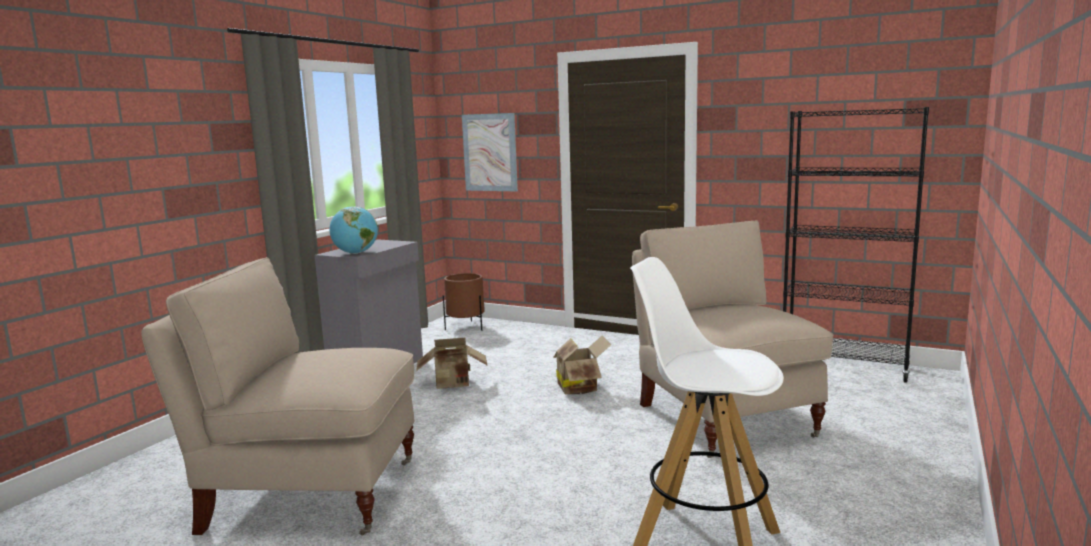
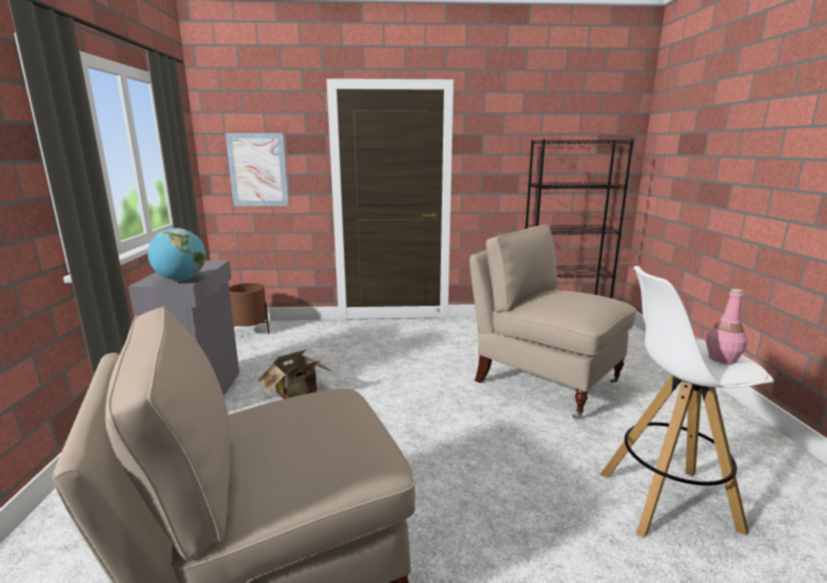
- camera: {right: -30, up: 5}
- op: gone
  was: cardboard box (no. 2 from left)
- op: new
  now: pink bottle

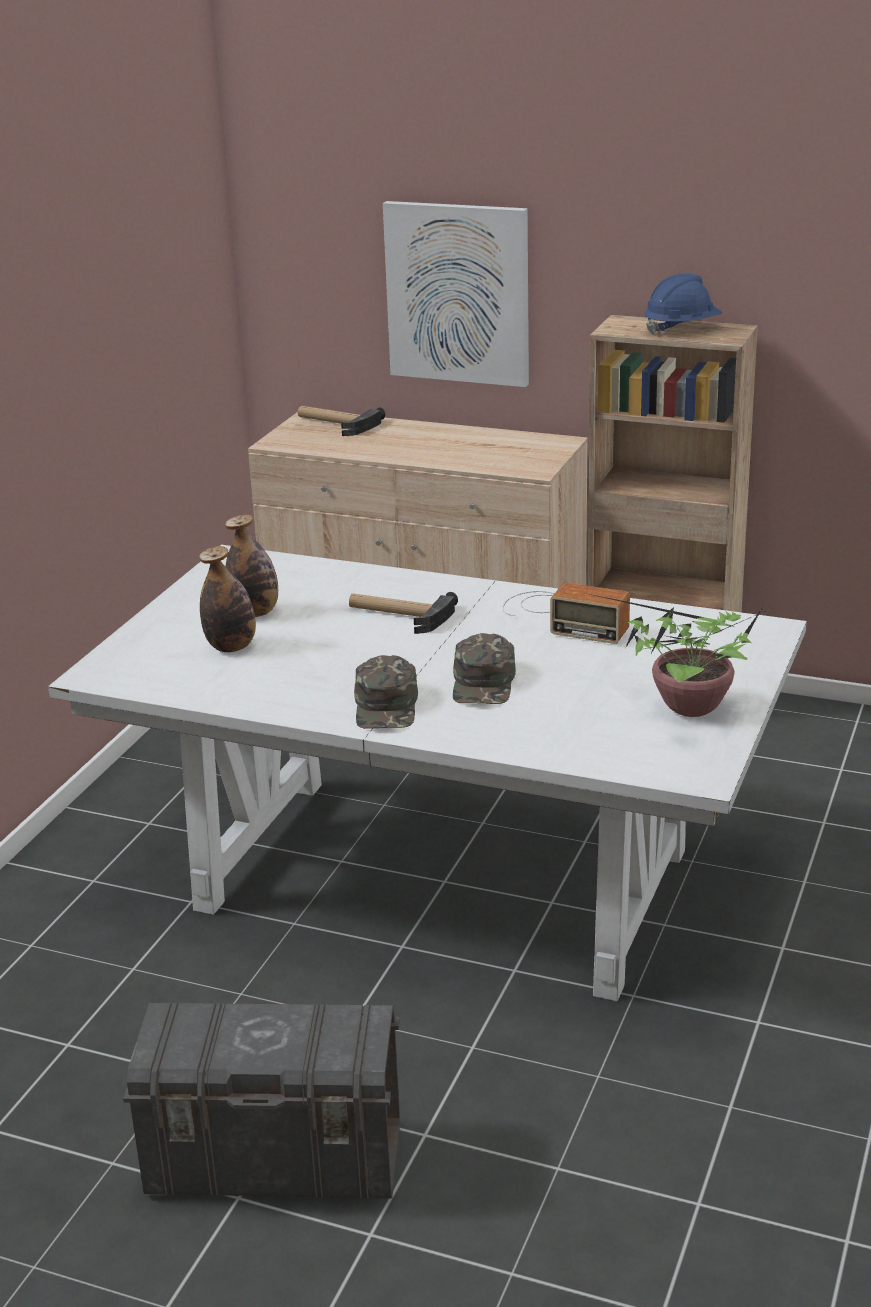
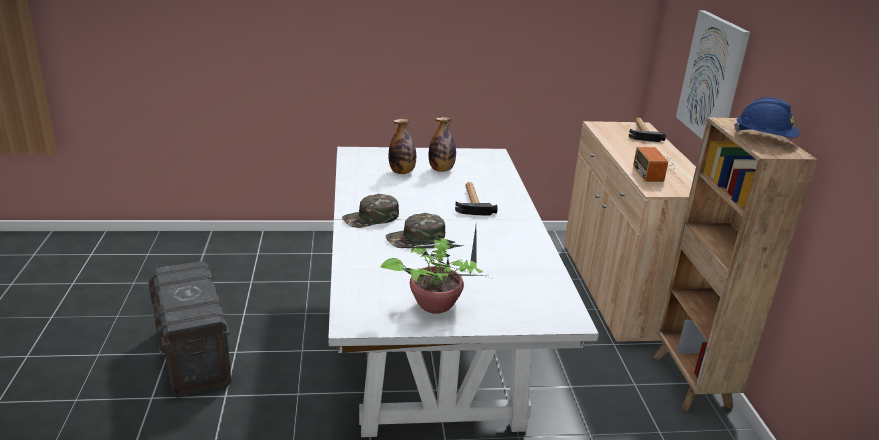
- camera: {right: 60, up: 0}
- op: shifted
  was: radio

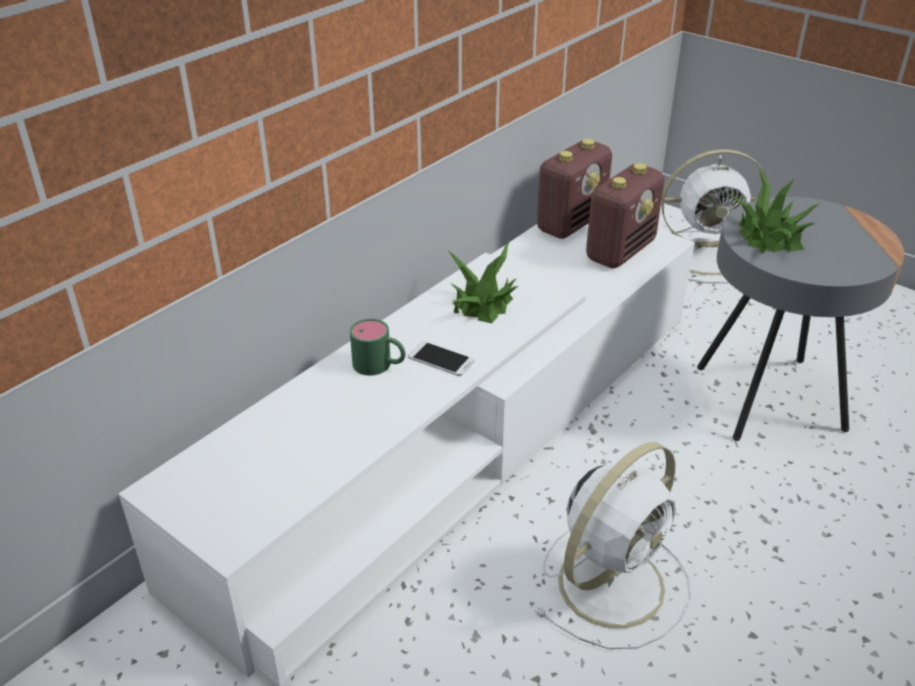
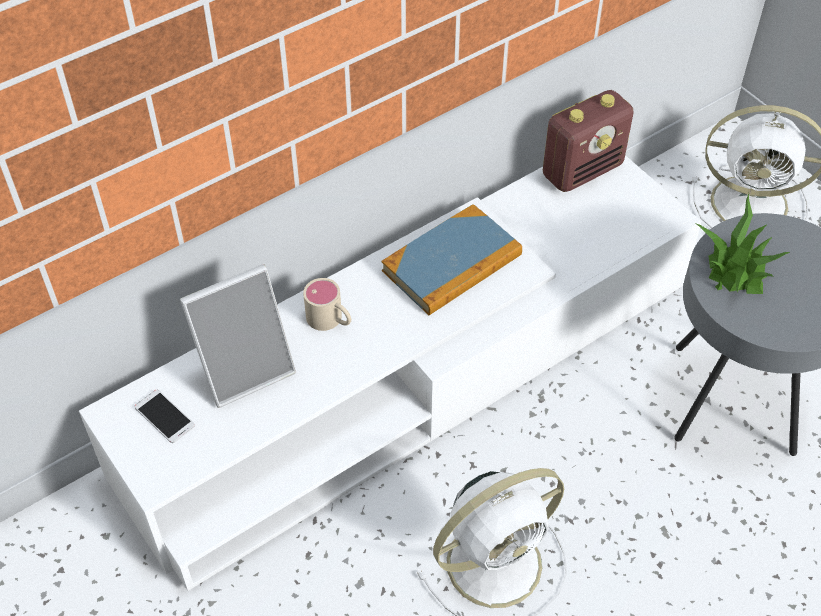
- camera: {right: 15, up: 15}
- op: gone
  was: radio (no. 2 from left)
- op: new
  now: picture frame
- op: shifted
  was: phone
- op: swapped
  was: potted plant (no. 1 from left)
  now: book
- op: repainted
  was: green mug
  now: beige mug

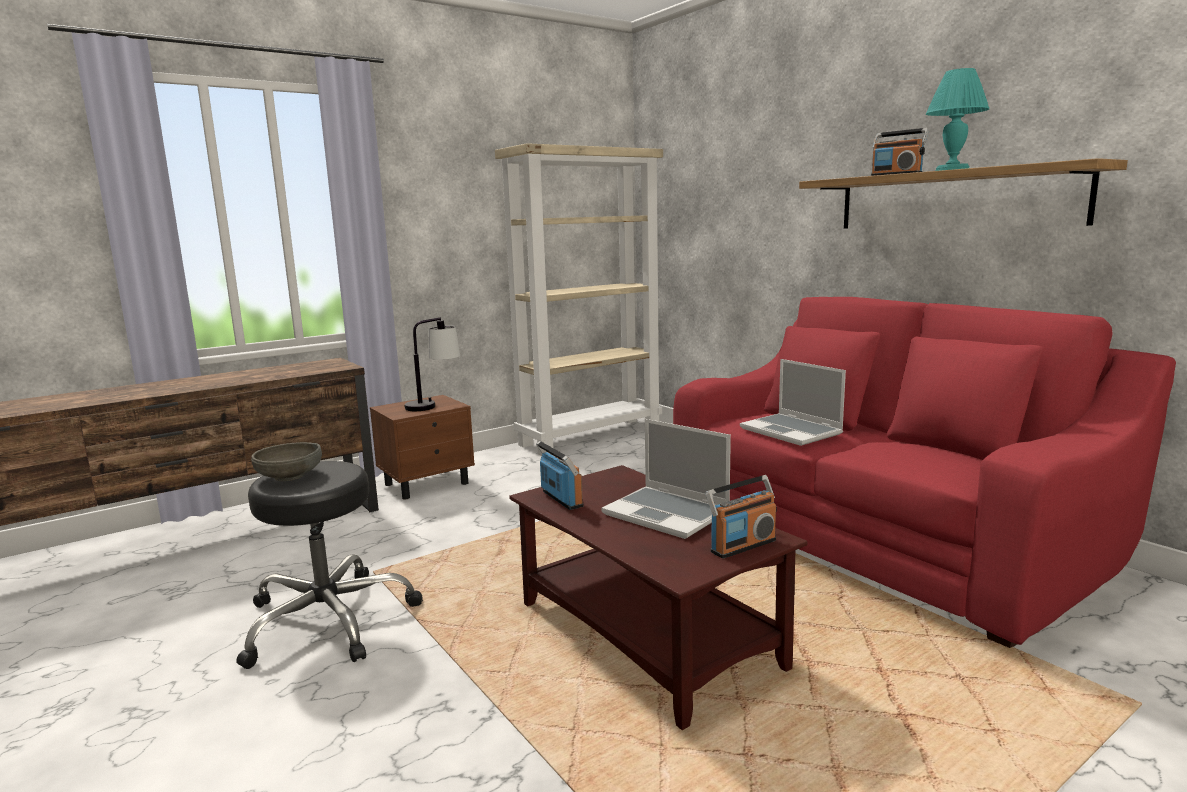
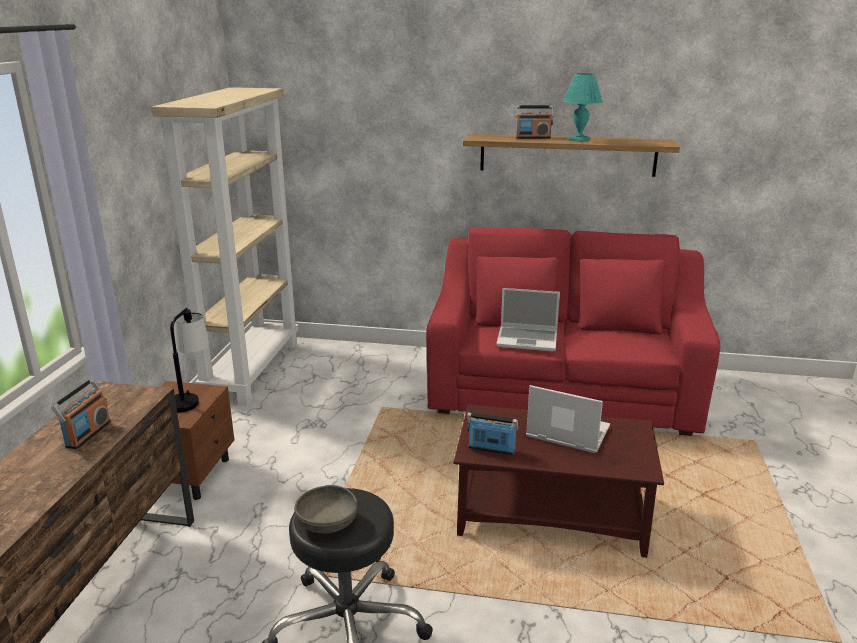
- camera: {right: -45, up: 10}
- op: shifted
  was: radio (no. 2 from left in the first image)
  now: radio (no. 1 from left)
- op: rotated
  was: laptop (no. 1 from left in the first image)
  clockwise: -150

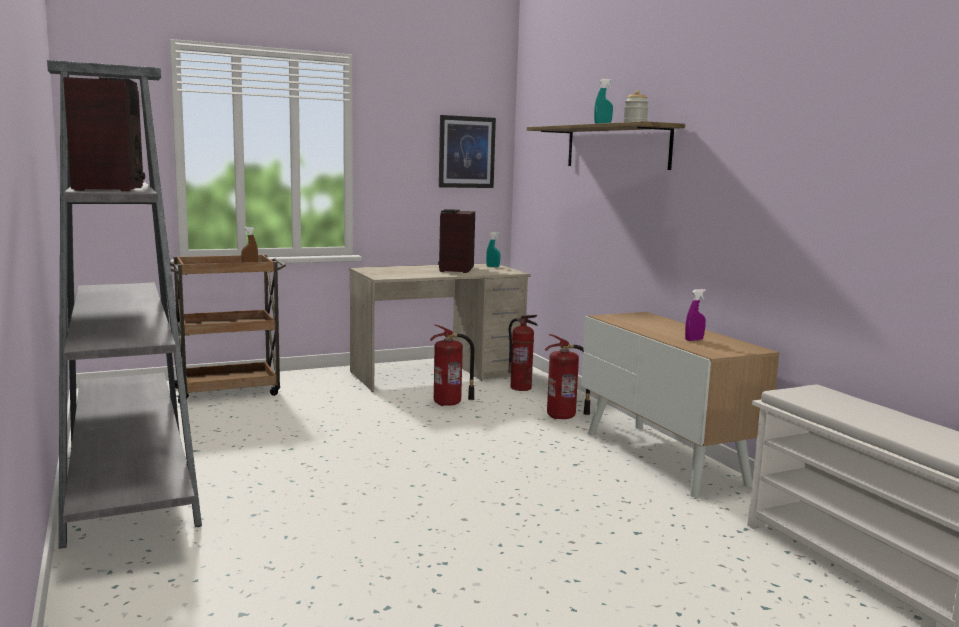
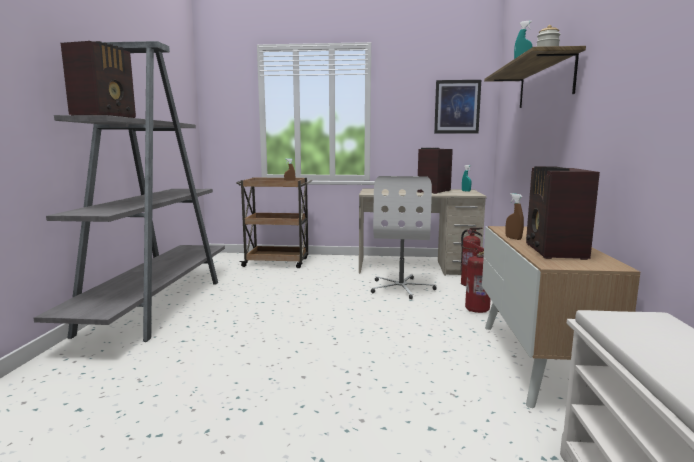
- camera: {right: 30, up: 0}
- op: new
  now: brown spray bottle (no. 2 from left)
- op: swapped
  was: fire extinguisher (no. 1 from left)
  now: white office chair
- op: swapped
  was: purple spray bottle
  now: radio (no. 3 from left)

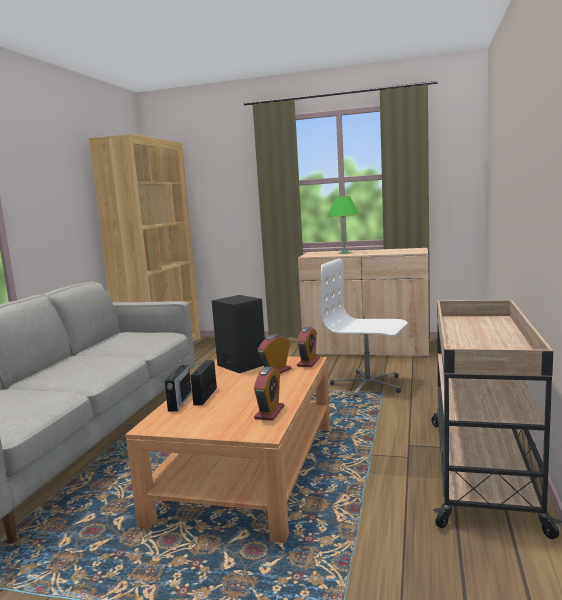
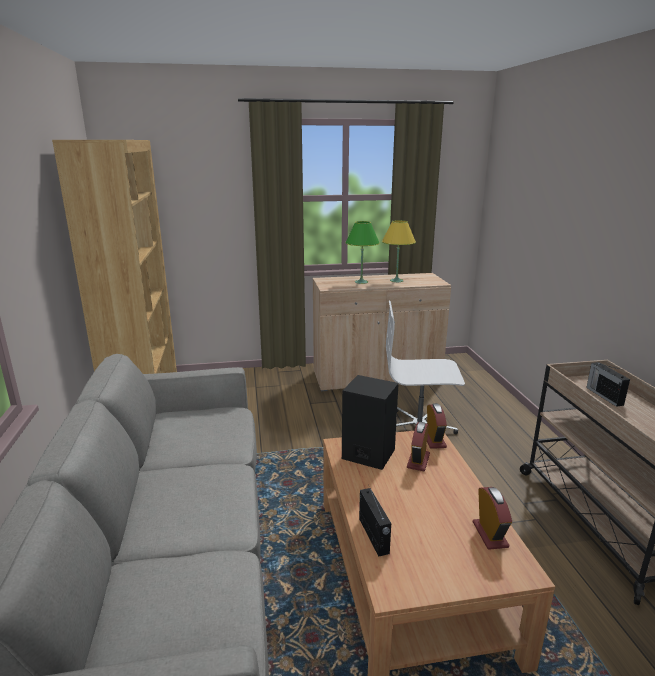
- camera: {right: -25, up: 10}
- op: new
  now: yellow table lamp
- op: shifted
  was: radio (no. 2 from left)

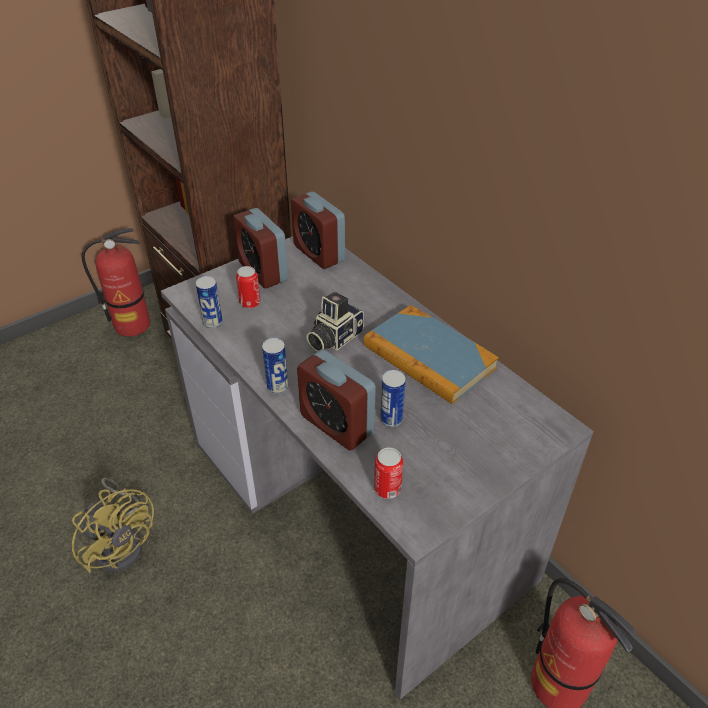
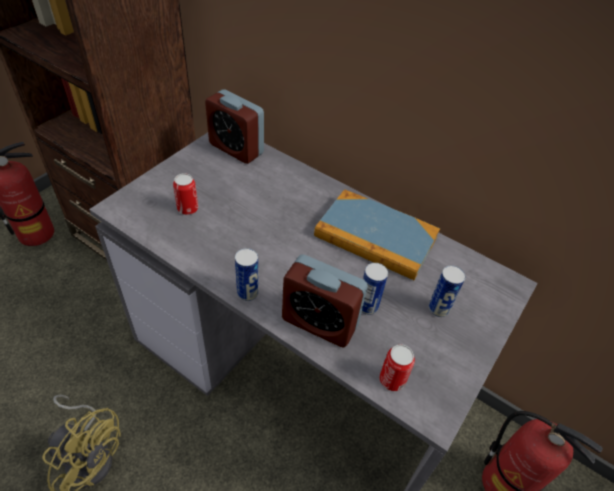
- camera: {right: -20, up: 5}
- op: gone
  was: alarm clock (no. 1 from left)
- op: gone
  was: photo camera
- op: shifted
  was: can (no. 1 from left in the first image)
  now: can (no. 5 from left)

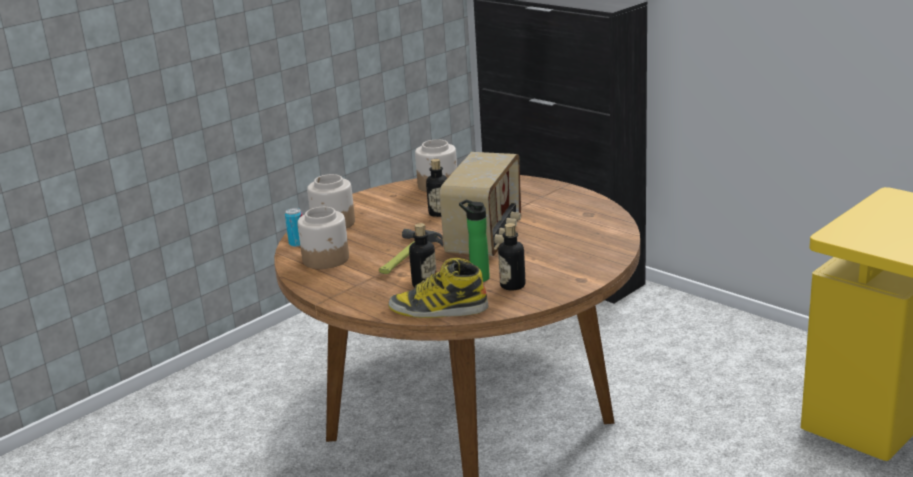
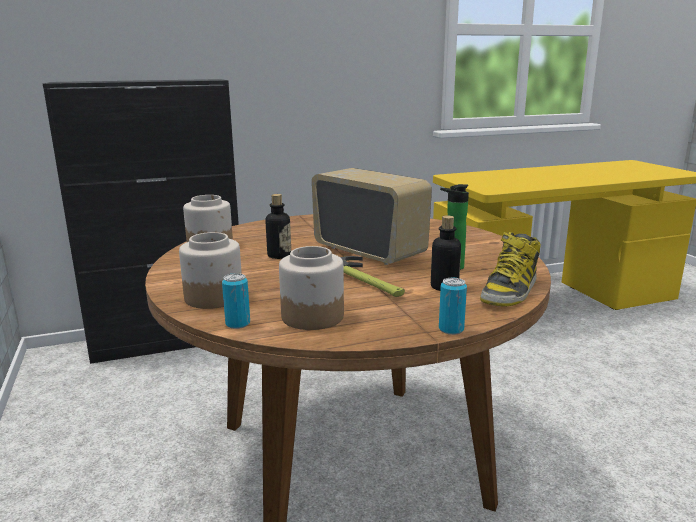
- camera: {right: -65, up: -5}
- op: gone
  was: bottle (no. 4 from left)
- op: new
  now: can (no. 2 from left)

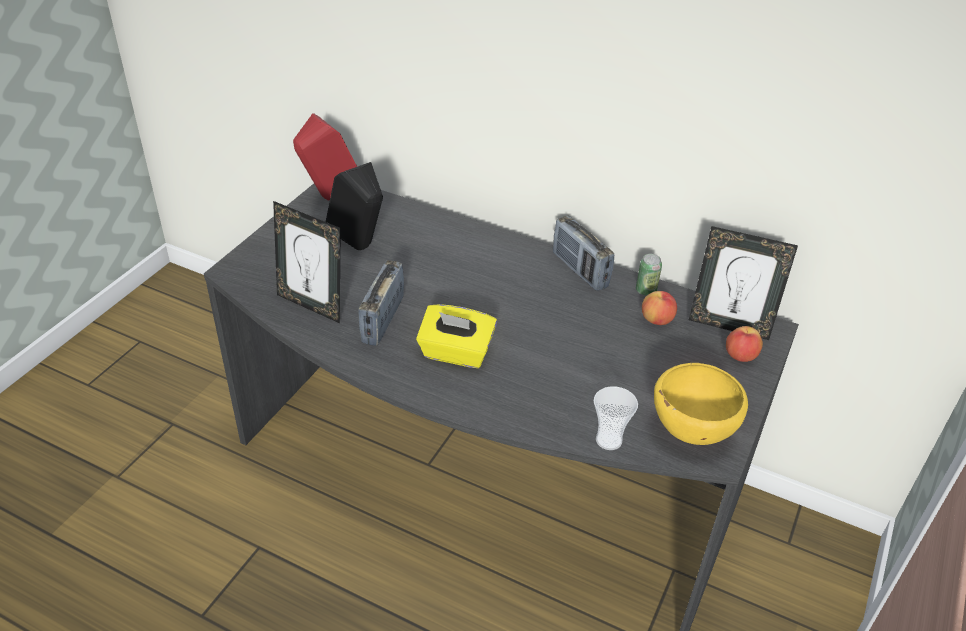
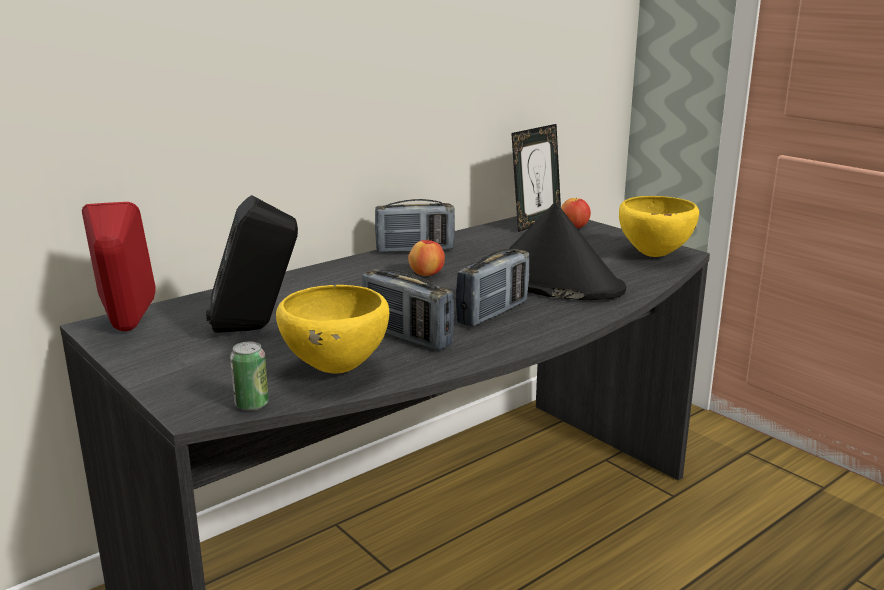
- camera: {right: -65, up: -20}
- op: gone
  was: cup
- op: new
  now: black hat
- op: shifted
  was: can
- op: shifted
  was: apple (no. 1 from left)
- op: swapped
  was: picture frame (no. 1 from left)
  now: yellow bowl (no. 1 from left)
- op: swapped
  was: yellow tissue box
  now: radio (no. 3 from left)

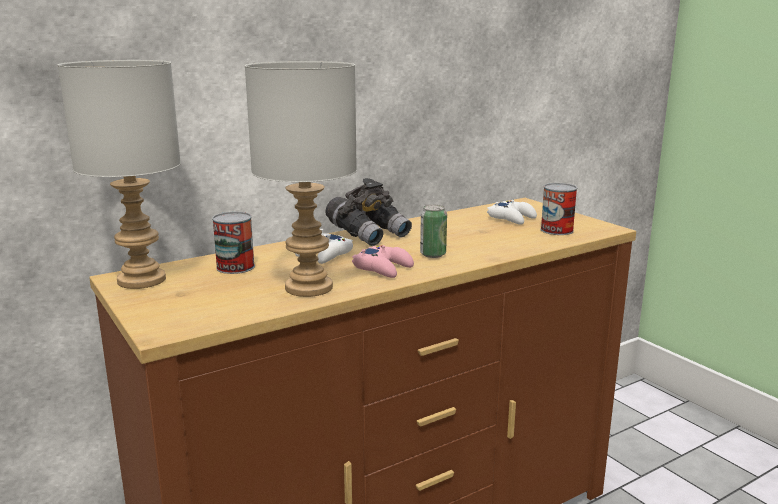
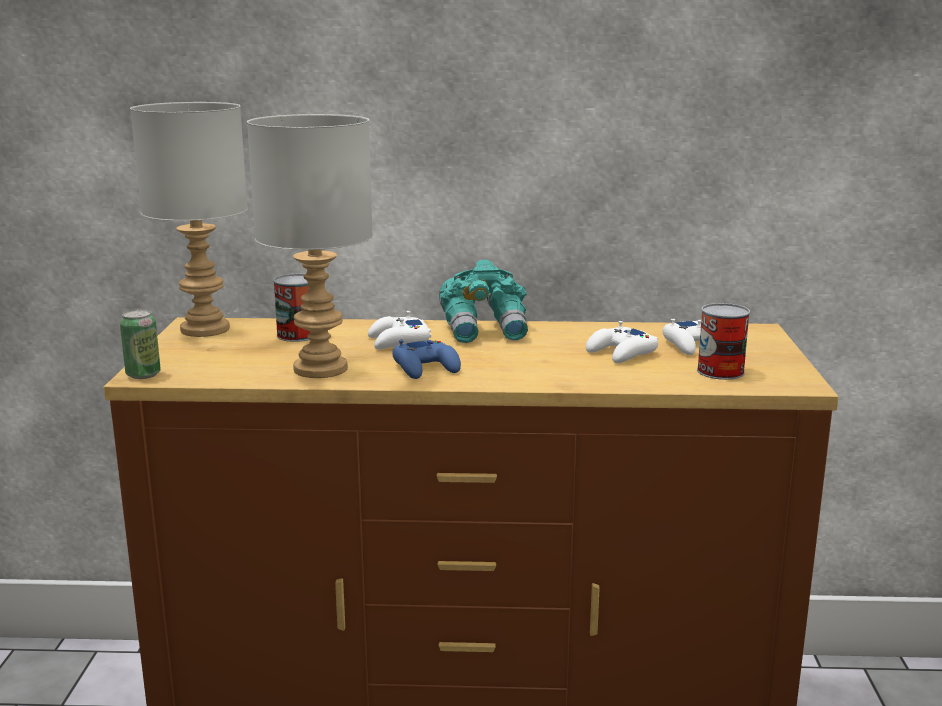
- camera: {right: 35, up: 0}
- op: new
  now: white game controller (no. 2 from left)
- op: shifted
  was: can (no. 2 from left in the first image)
  now: can (no. 1 from left)
- op: repainted
  was: grey binoculars
  now: turquoise binoculars
- op: repainted
  was: pink game controller
  now: blue game controller

